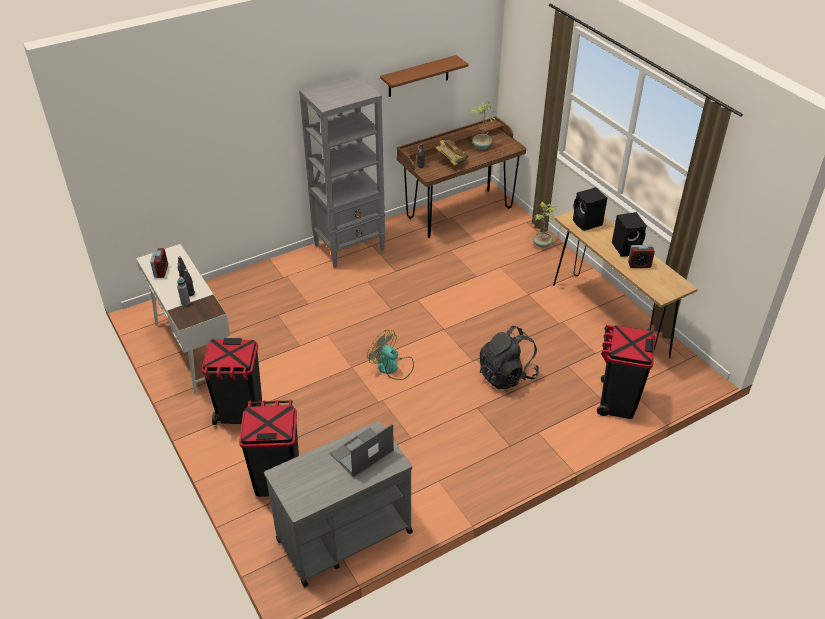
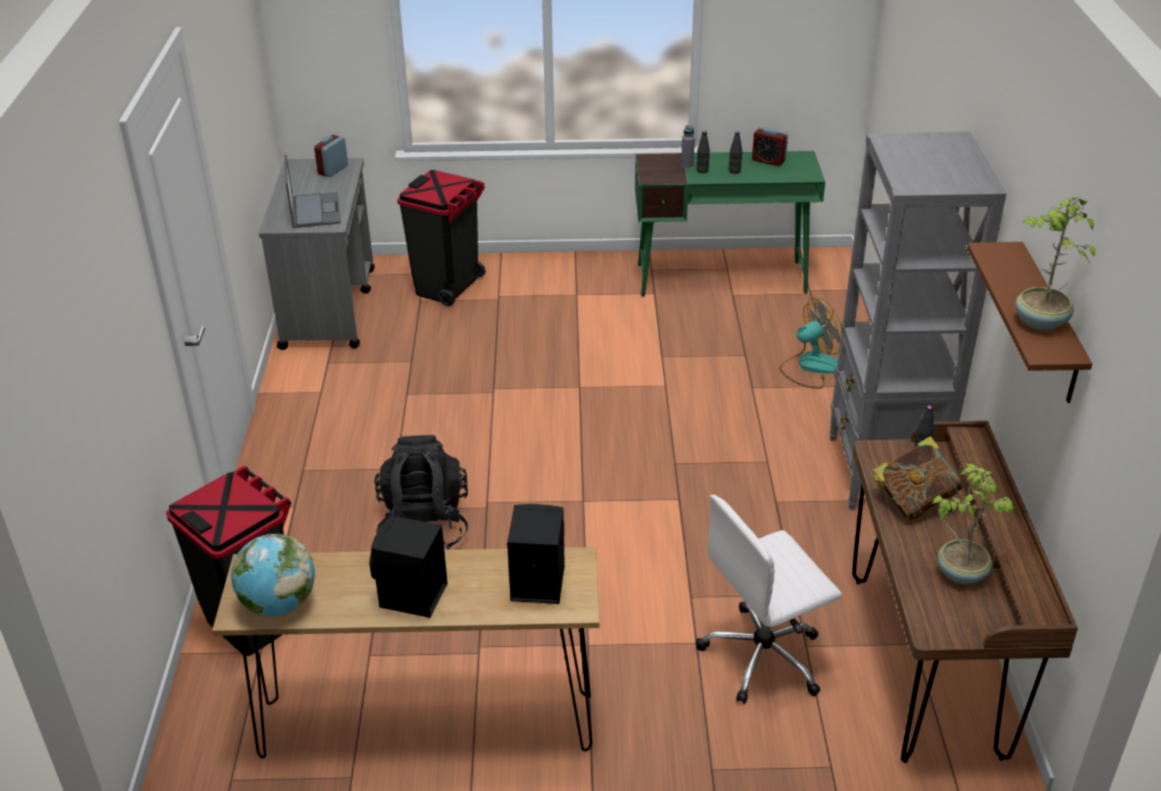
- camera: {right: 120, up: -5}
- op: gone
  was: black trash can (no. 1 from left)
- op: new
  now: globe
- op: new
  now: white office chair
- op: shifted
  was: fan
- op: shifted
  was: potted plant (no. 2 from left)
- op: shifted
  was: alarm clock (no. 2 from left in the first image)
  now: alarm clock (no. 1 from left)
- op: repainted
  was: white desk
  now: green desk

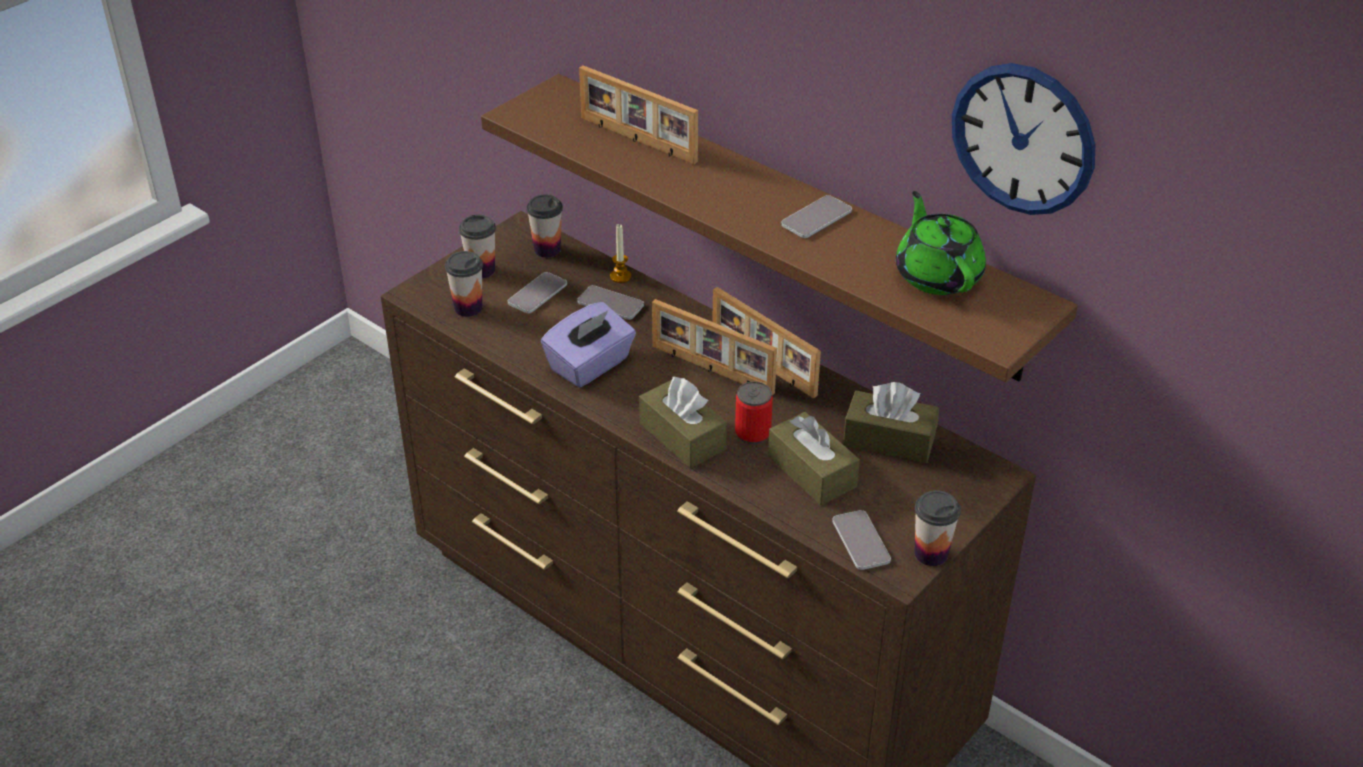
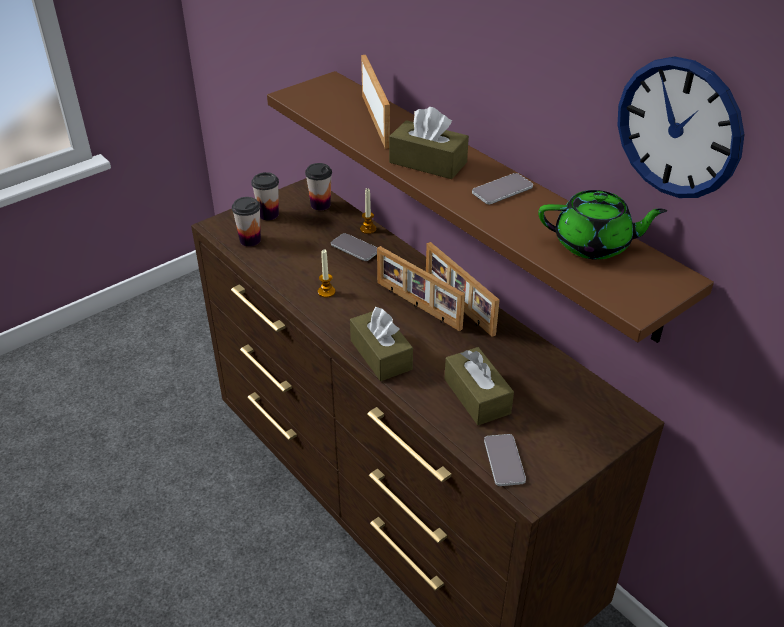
- camera: {right: 10, up: 0}
- op: gone
  was: phone (no. 1 from left)
- op: gone
  was: can
- op: gone
  was: cup (no. 4 from left)
- op: shifted
  was: brown tissue box (no. 3 from left in the first image)
  now: brown tissue box (no. 2 from left)
- op: swapped
  was: purple tissue box
  now: candle (no. 1 from left)
- op: rotated
  was: picture frame (no. 1 from left)
  clockwise: -150
- op: rotated
  was: green teapot
  clockwise: 105

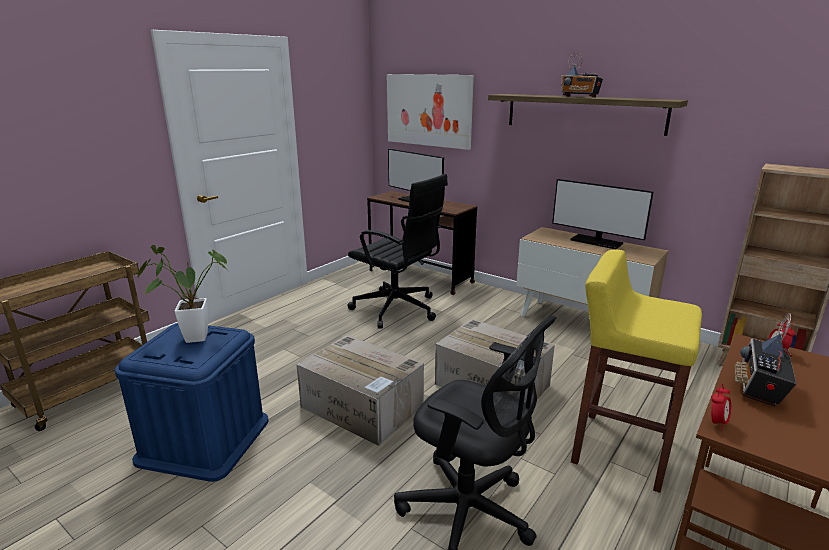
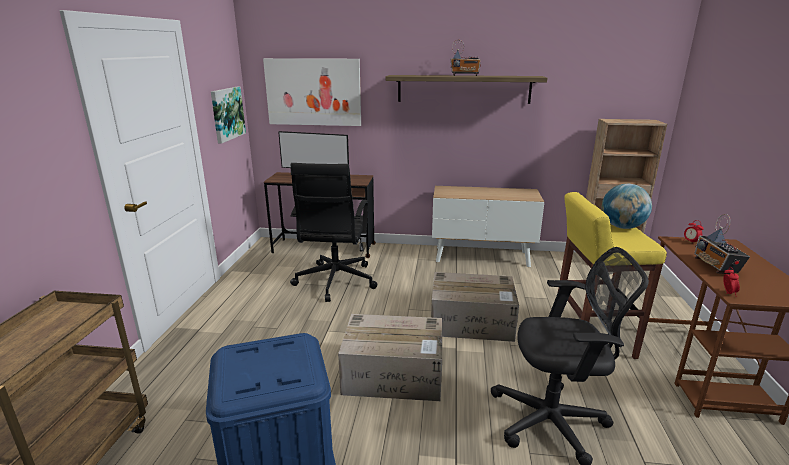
- camera: {right: -30, up: 0}
- op: gone
  was: potted plant
- op: gone
  was: monitor (no. 2 from left)
- op: new
  now: picture (no. 1 from left)
- op: new
  now: globe
- op: rotated
  was: black office chair (no. 1 from left)
  clockwise: 90

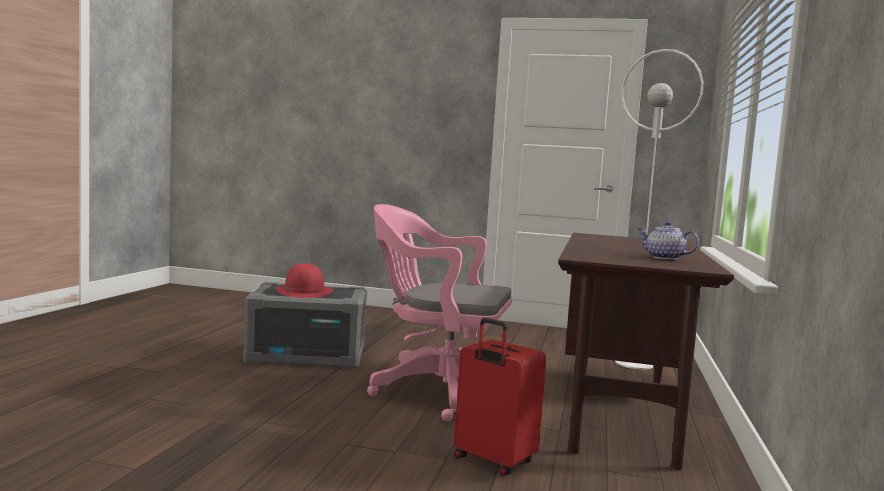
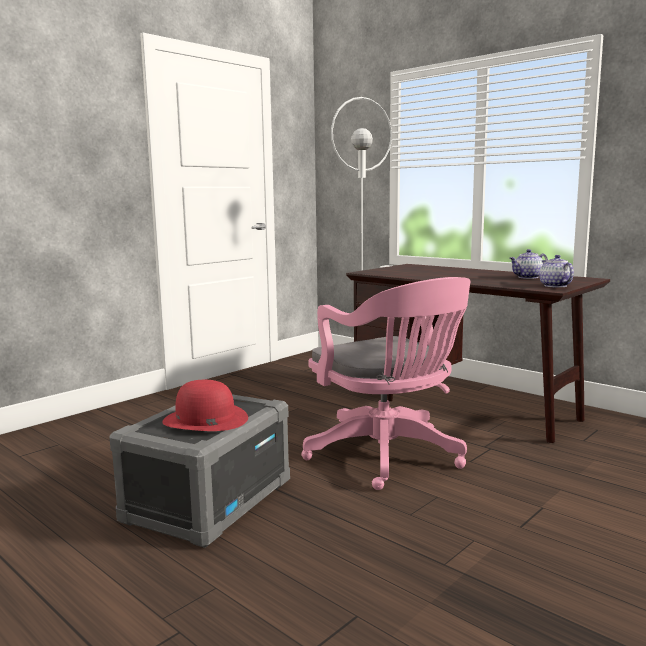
- camera: {right: -60, up: 5}
- op: gone
  was: red suitcase
- op: new
  now: teapot (no. 2 from left)
- op: rotated
  was: pink office chair
  clockwise: -75

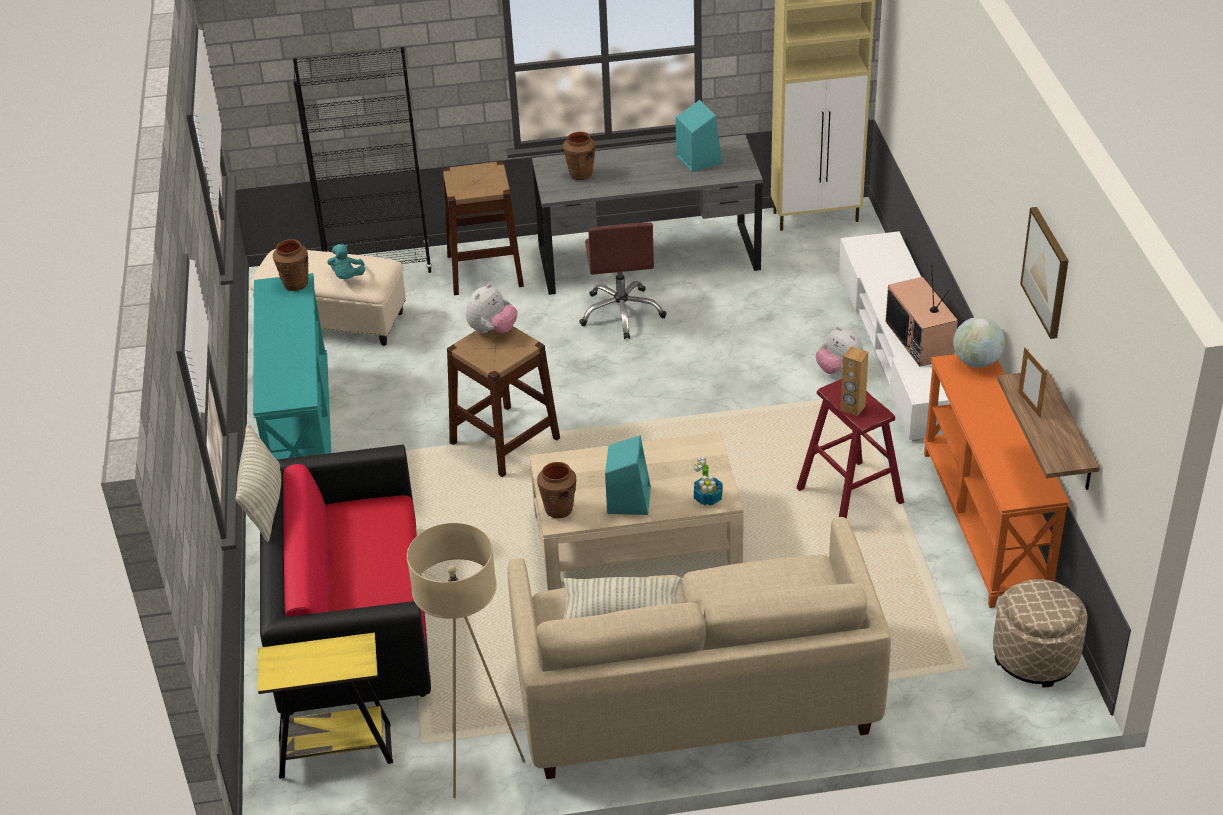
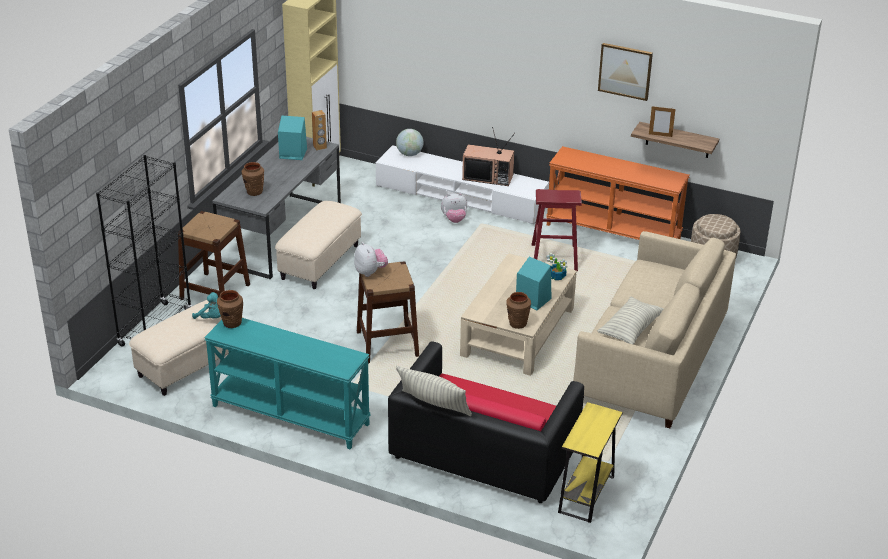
- camera: {right: -60, up: -5}
- op: gone
  was: beige floor lamp
- op: shifted
  was: brown speaker
- op: shifted
  was: globe
- op: swapped
  was: brown office chair
  now: beige ottoman (no. 2 from left)

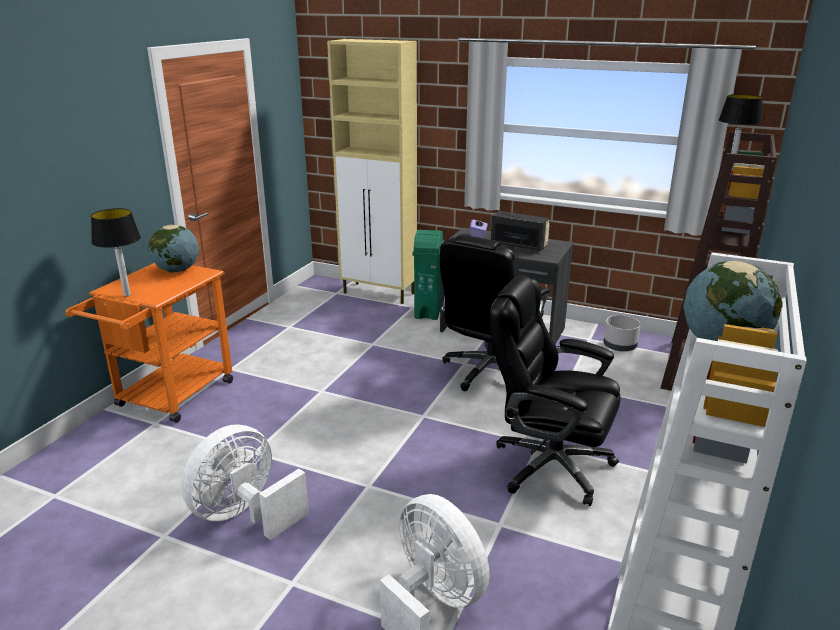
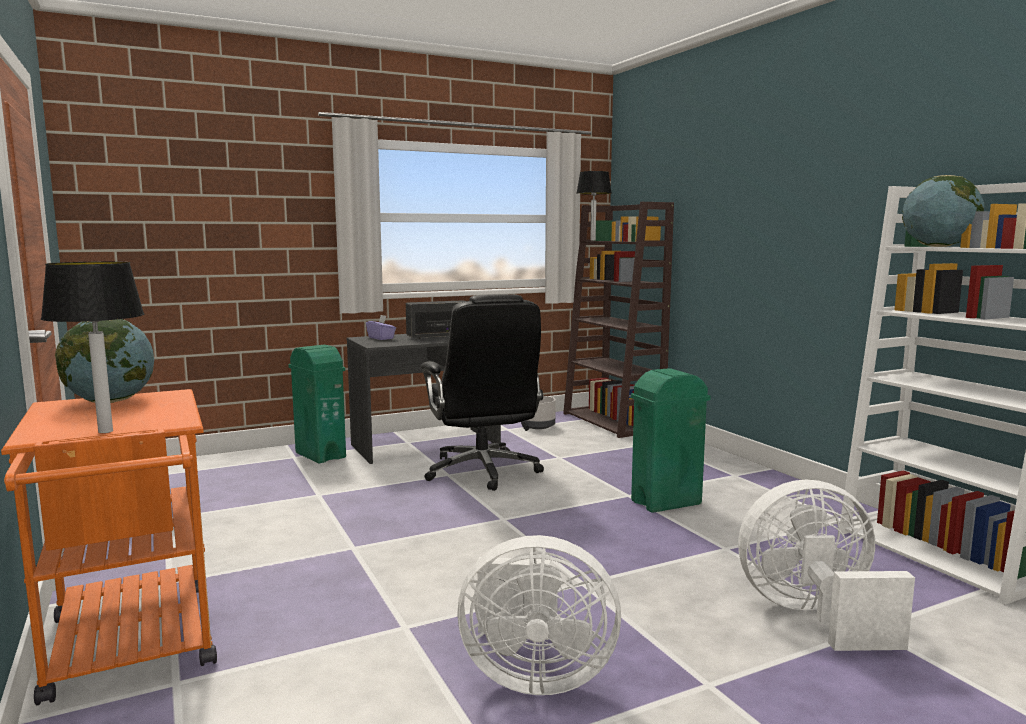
- camera: {right: -50, up: -15}
- op: gone
  was: beige cabinet
- op: swapped
  was: black office chair (no. 2 from left)
  now: green trash can (no. 2 from left)
- op: rotated
  was: white fan (no. 1 from left)
  clockwise: -75

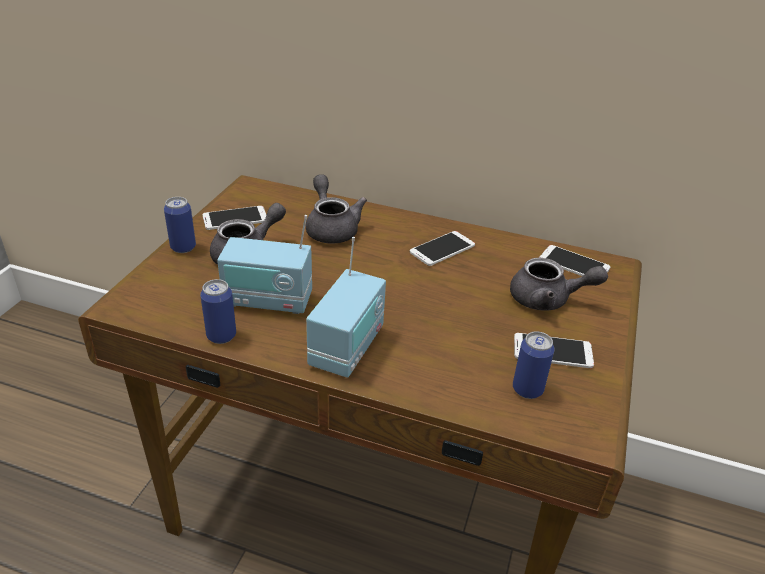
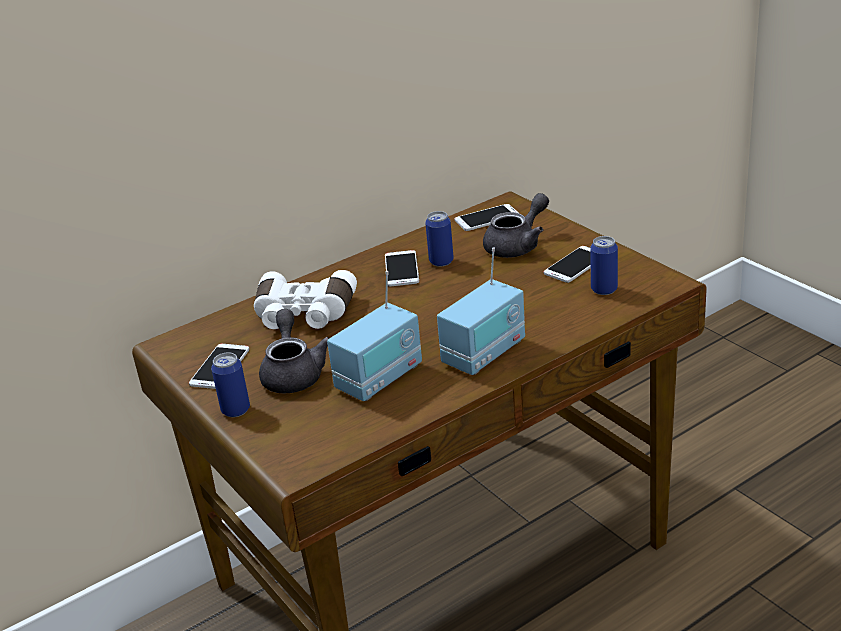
- camera: {right: -50, up: -5}
- op: shifted
  was: can (no. 2 from left)
- op: swapped
  was: grey teapot (no. 2 from left)
  now: white binoculars
- op: rotated
  was: radio (no. 2 from left)
  clockwise: 75

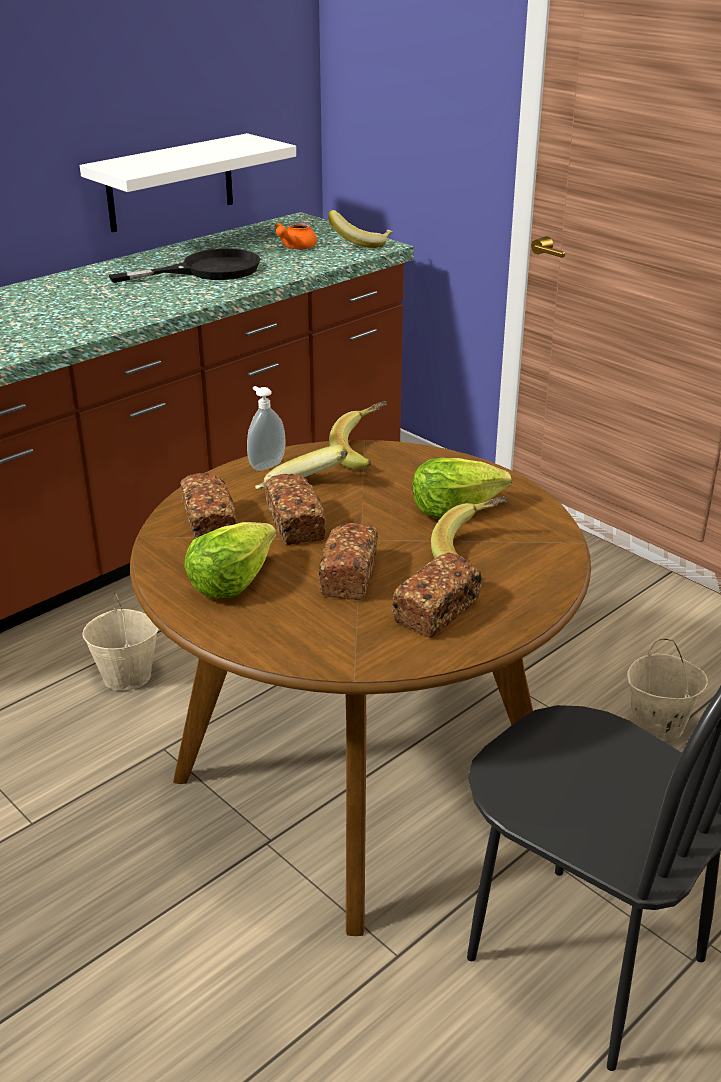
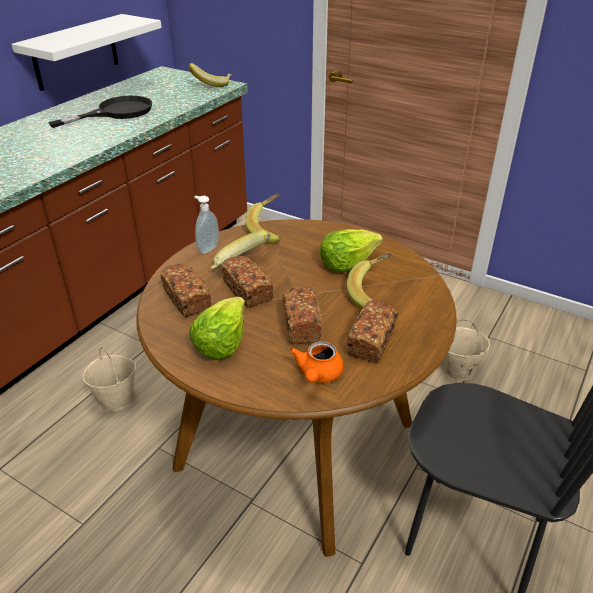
- camera: {right: -15, up: 5}
- op: shifted
  was: orange teapot

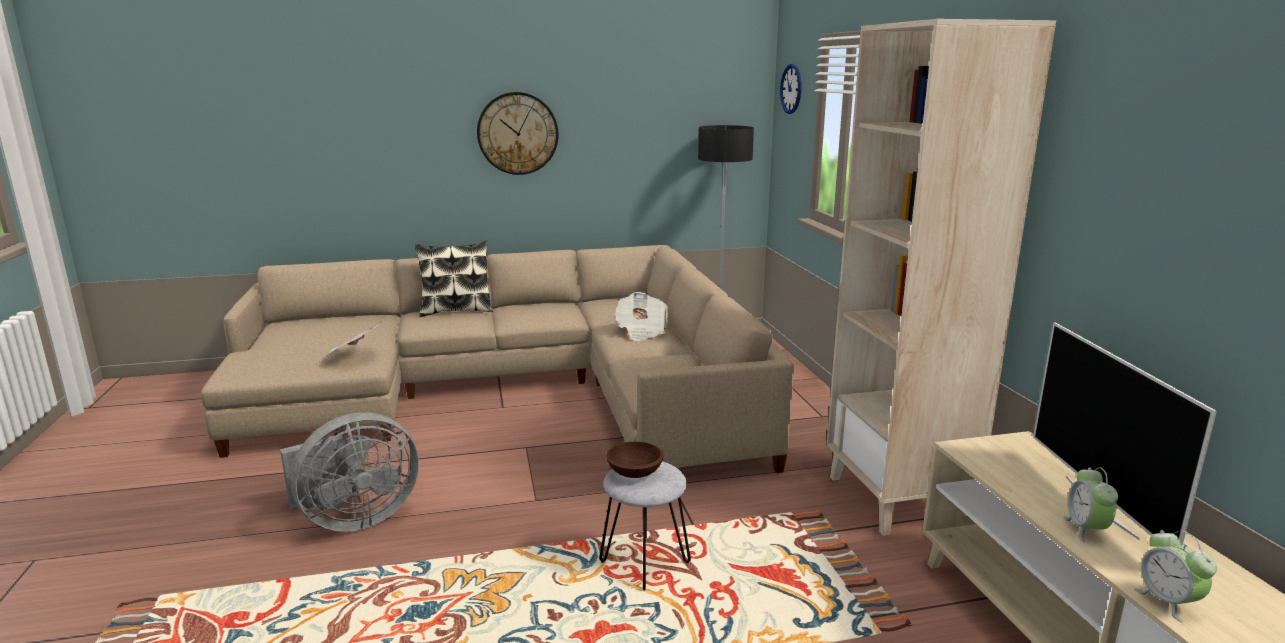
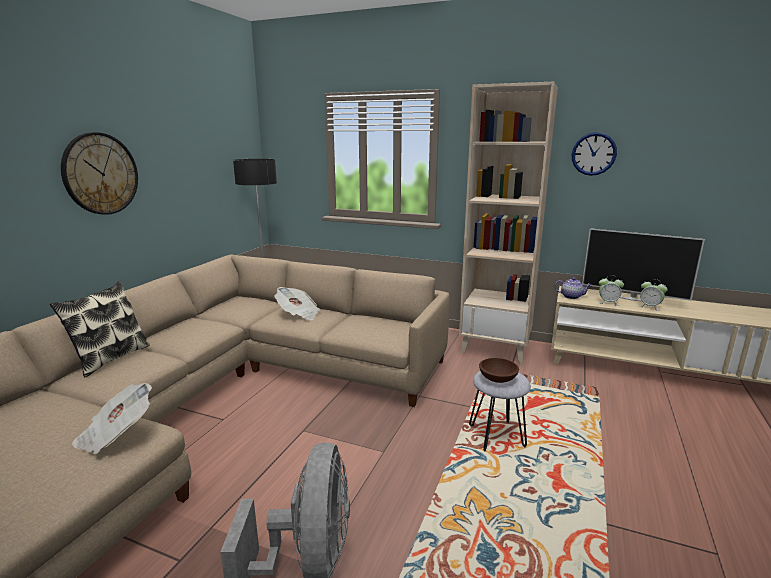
- camera: {right: -55, up: 0}
- op: new
  now: teapot
- op: shifted
  was: wall clock (no. 2 from left)
- op: shifted
  was: alarm clock (no. 2 from left in the first image)
  now: alarm clock (no. 1 from left)

